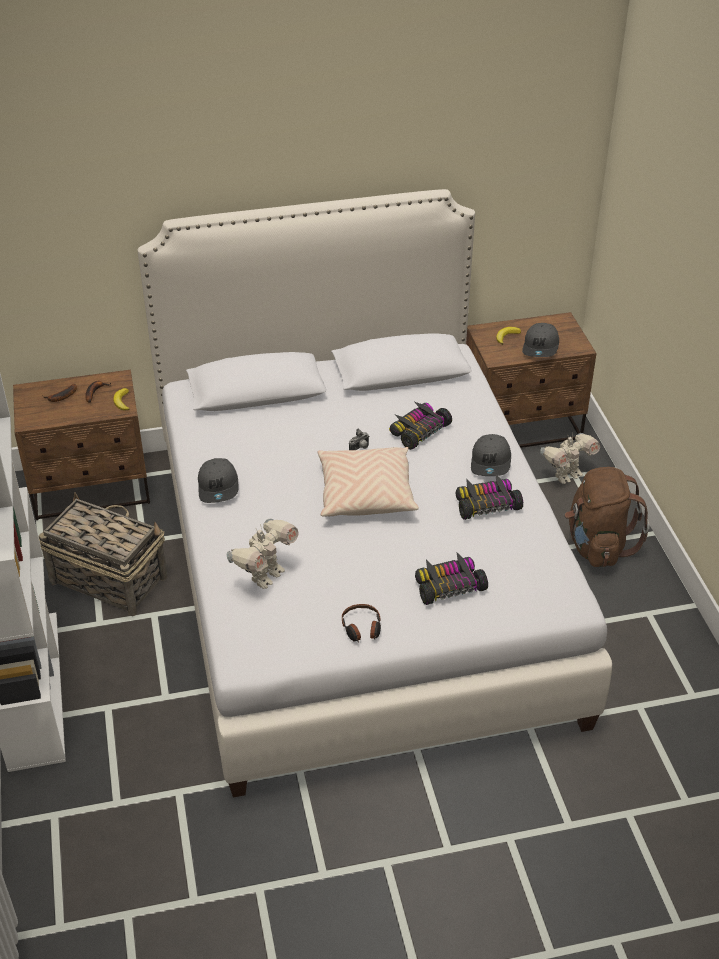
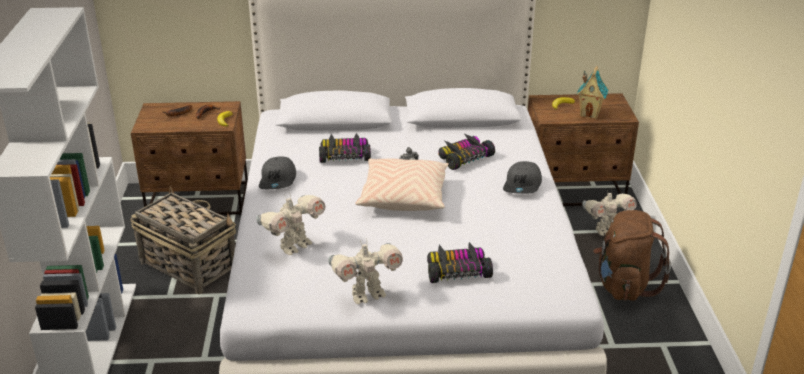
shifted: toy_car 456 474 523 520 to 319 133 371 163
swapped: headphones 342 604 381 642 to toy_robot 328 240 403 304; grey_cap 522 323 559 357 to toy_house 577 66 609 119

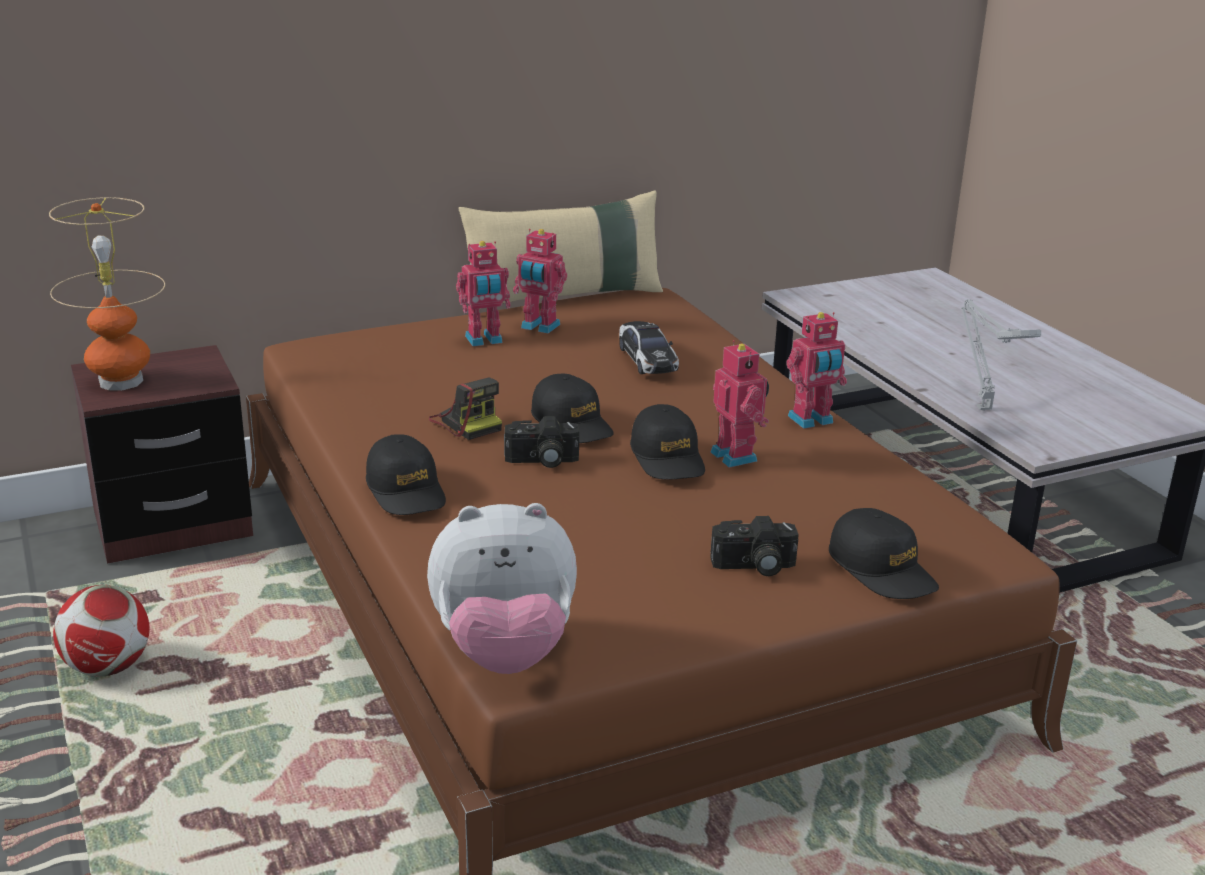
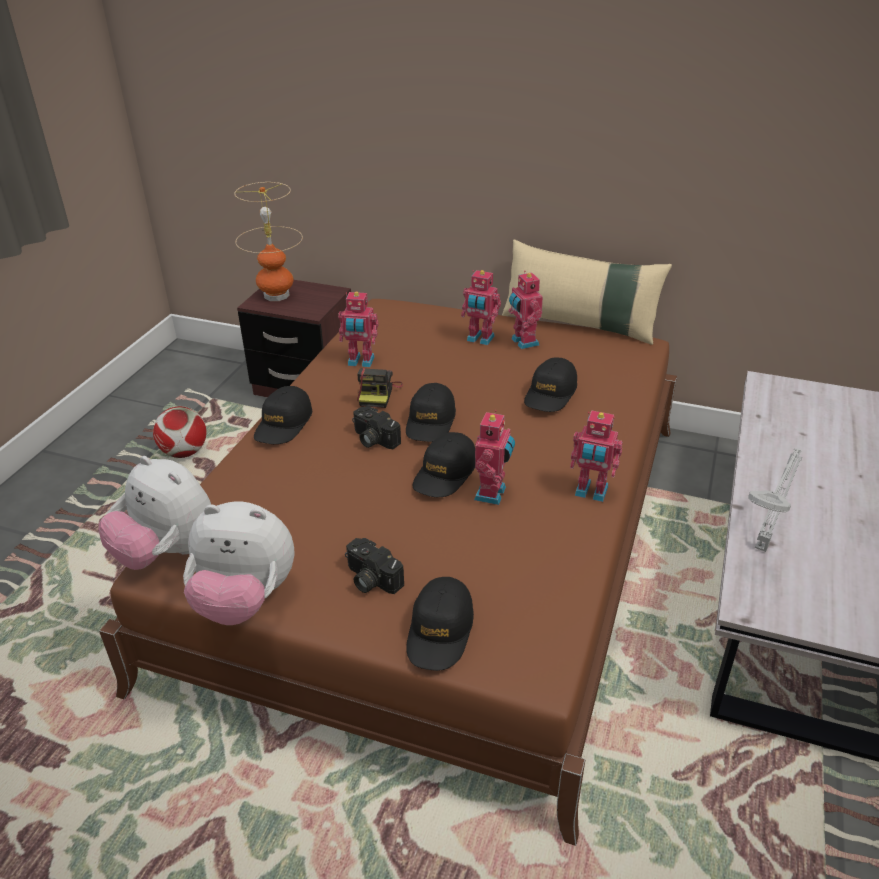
new: plush_toy 183 502 295 625; toy_robot 338 292 379 367
swapped: toy_car 619 321 679 374 to black_cap 524 357 577 412

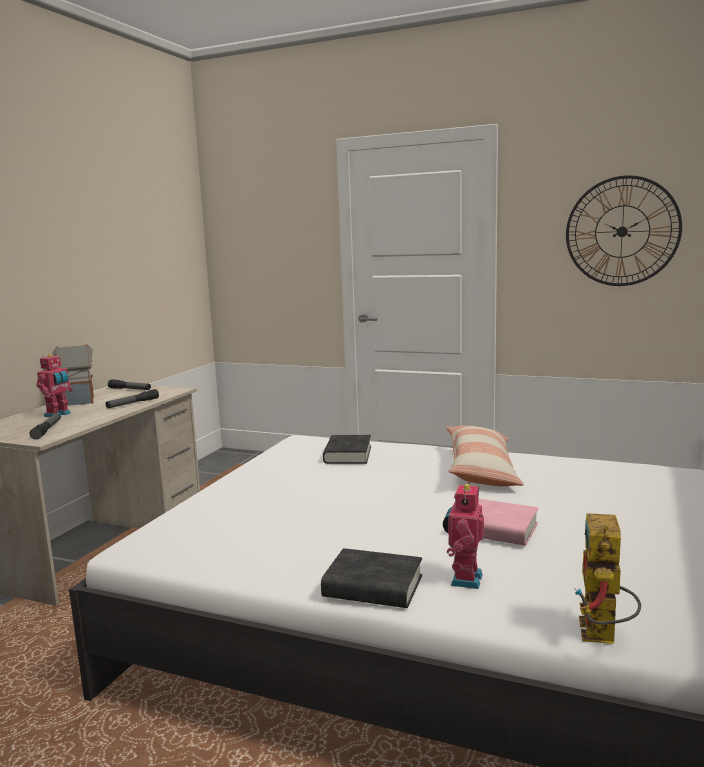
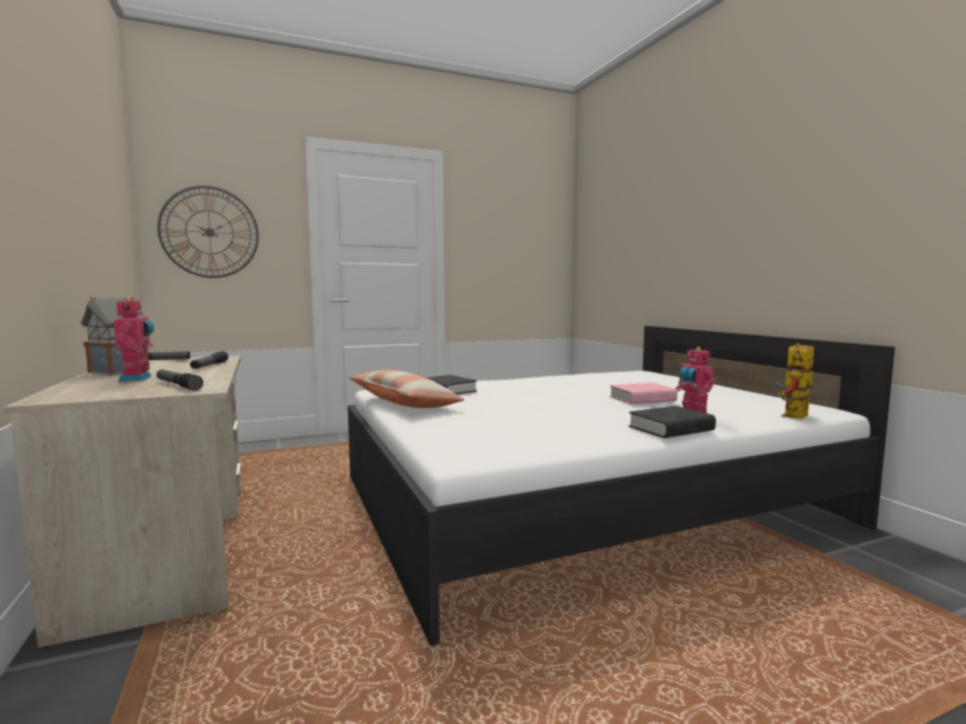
shifted: wall_clock 566 175 682 286 to 157 186 259 278; pillow 446 425 524 486 to 349 370 464 408
rotated: toy_robot 575 513 641 644 = 777 343 817 419 75 degrees clockwise

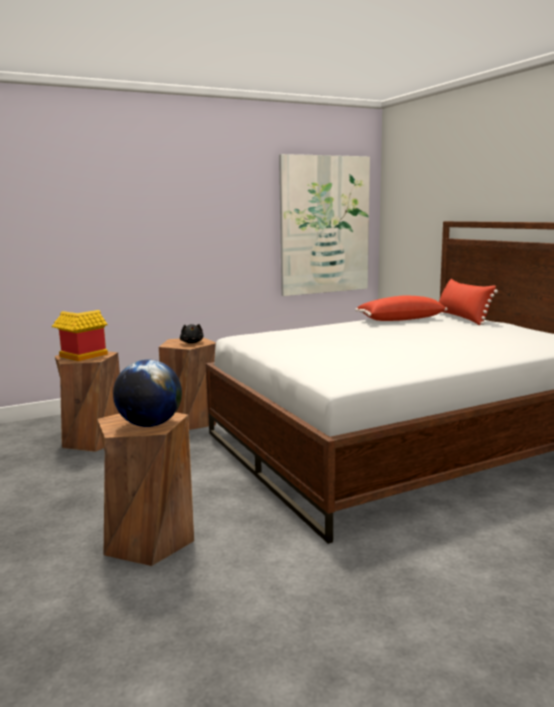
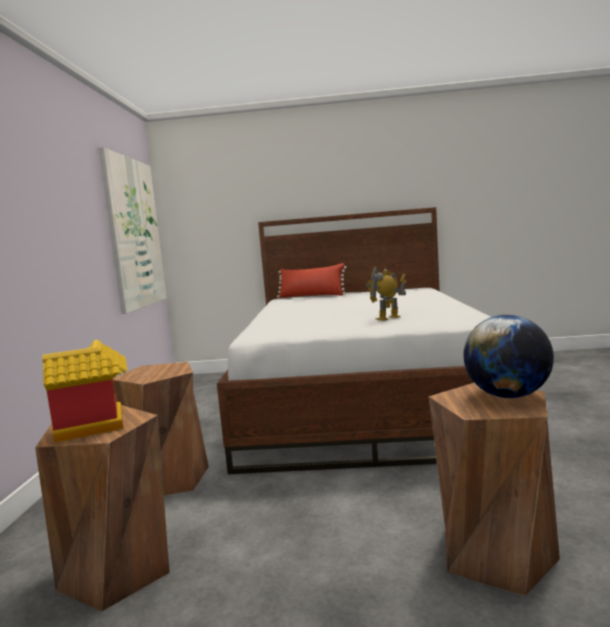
gone: black_plush_toy 180 324 204 344; red_pillow 355 296 447 321
new: toy_robot 366 267 407 321

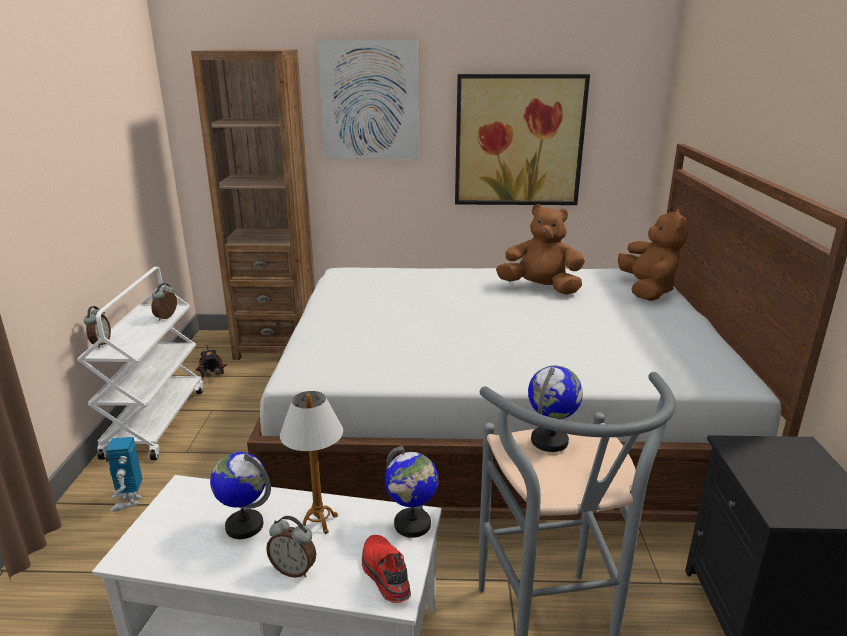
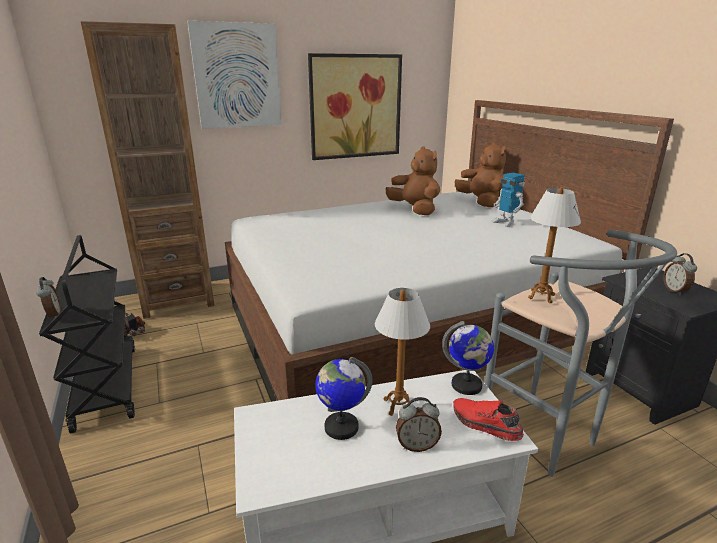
shifted: toy_robot 105 437 142 512 to 492 173 525 227; alarm_clock 151 283 177 321 to 663 253 697 295
swapped: globe 528 365 583 452 to table_lamp 528 187 581 303
repainted: white_cart 77 267 203 460 to black_cart 39 235 135 434
rotated: brown_plush_toy 496 204 585 295 = 386 146 440 215 60 degrees clockwise

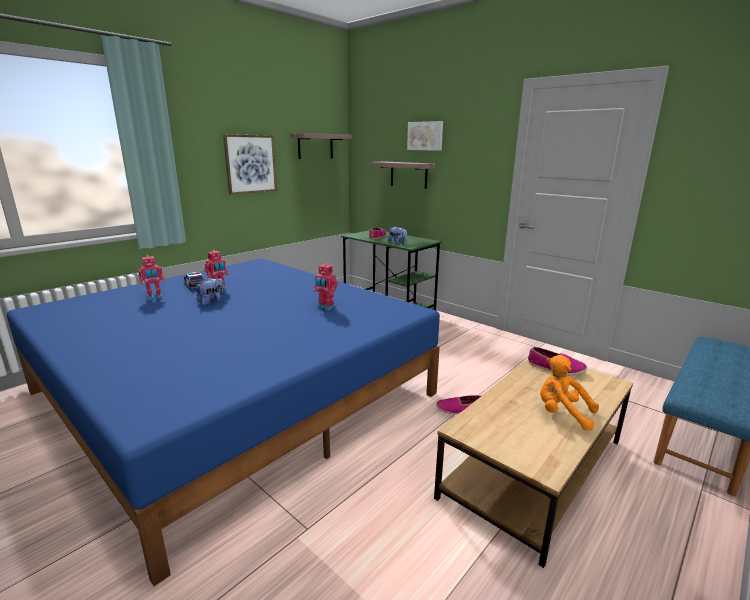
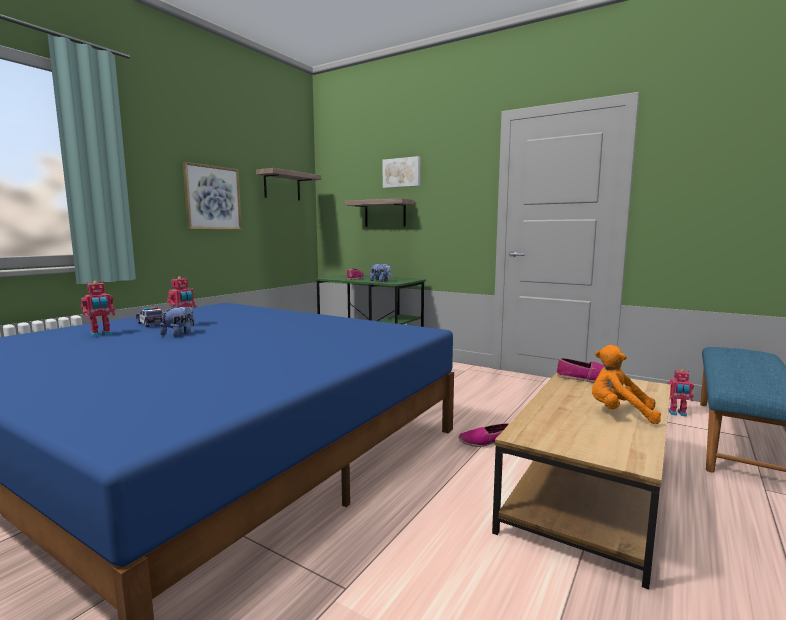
shifted: toy_robot 313 263 338 310 to 668 370 694 417

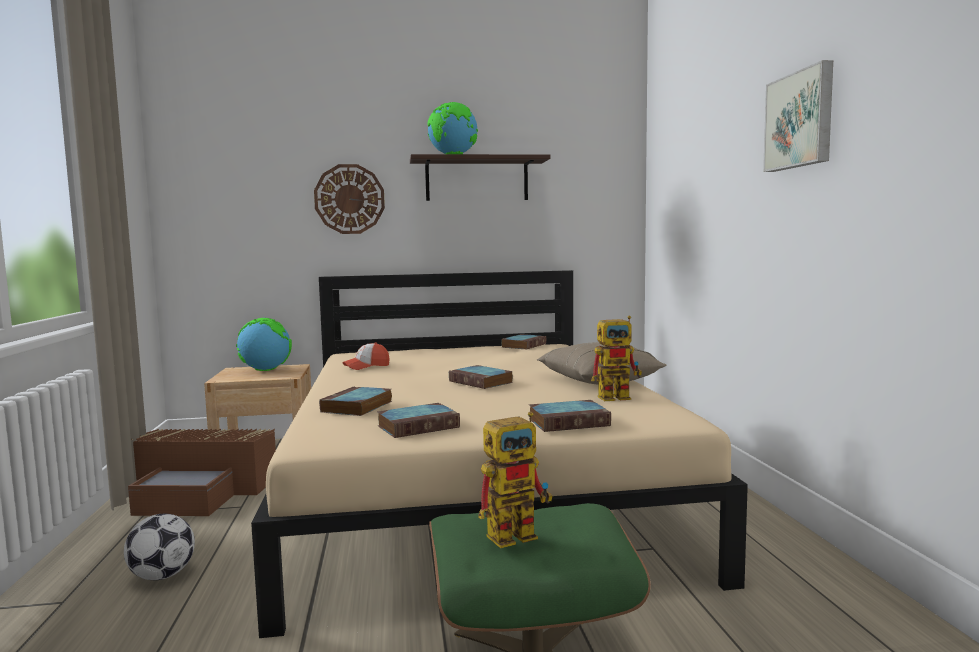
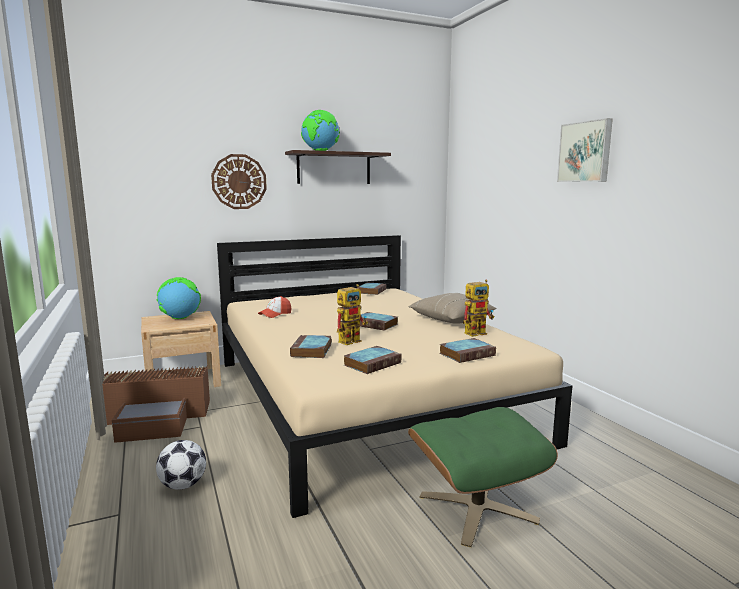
shifted: toy_robot 479 412 552 548 to 337 284 368 345

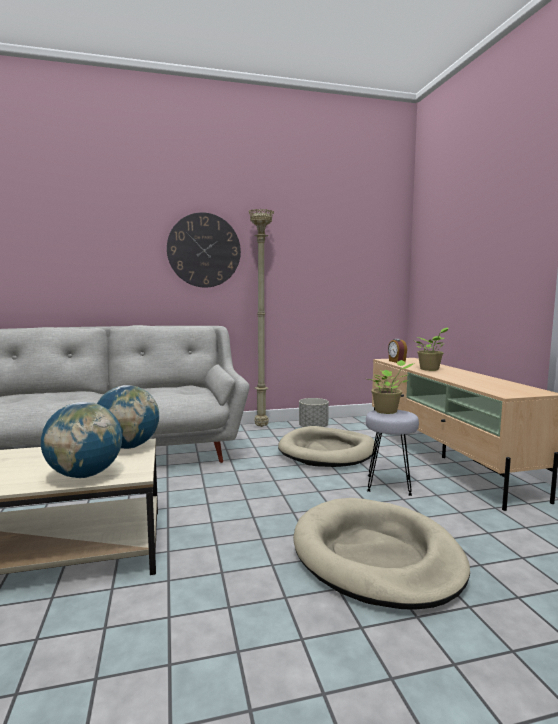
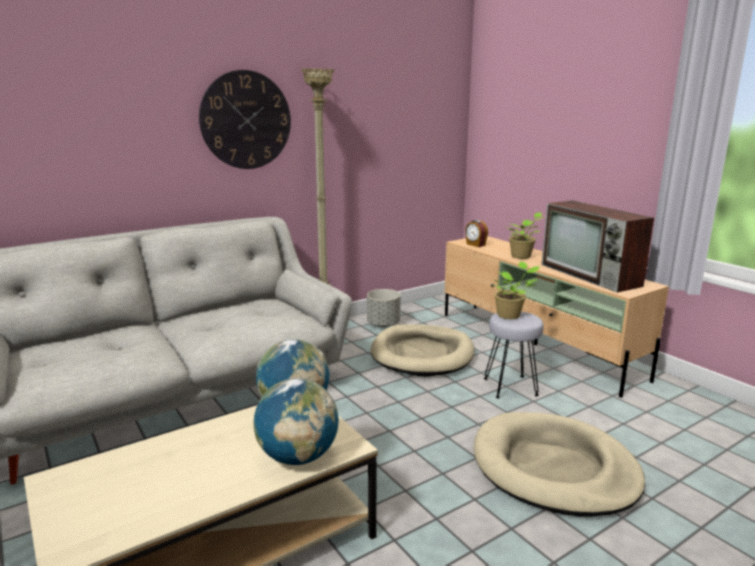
new: television 542 200 654 292

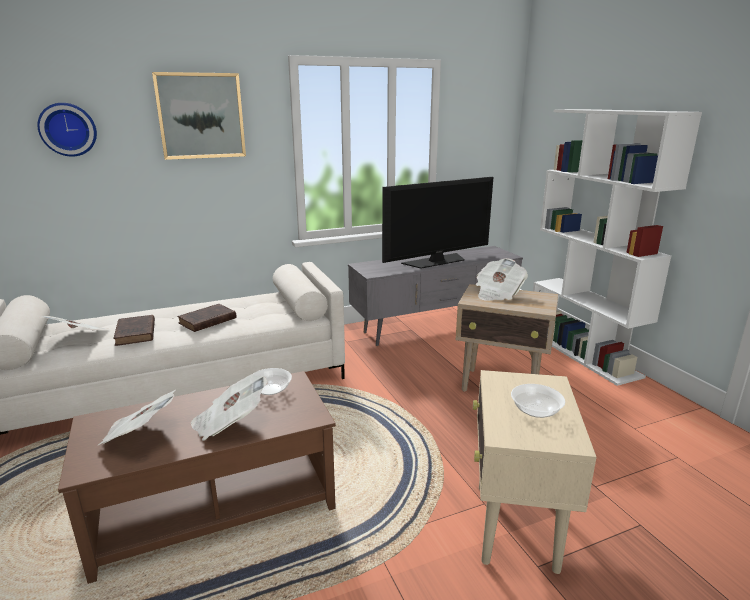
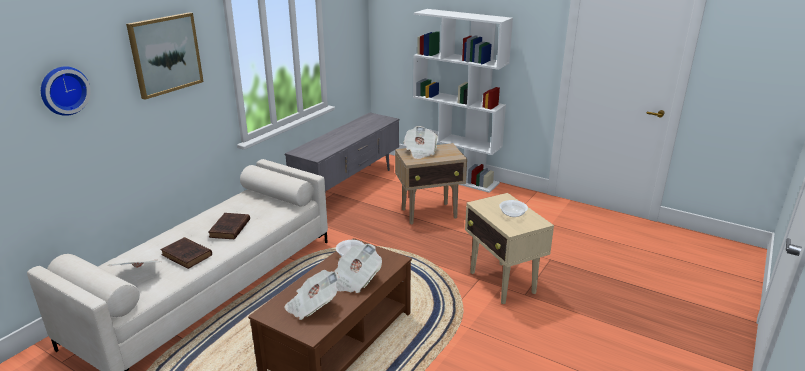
gone: television 382 177 493 268

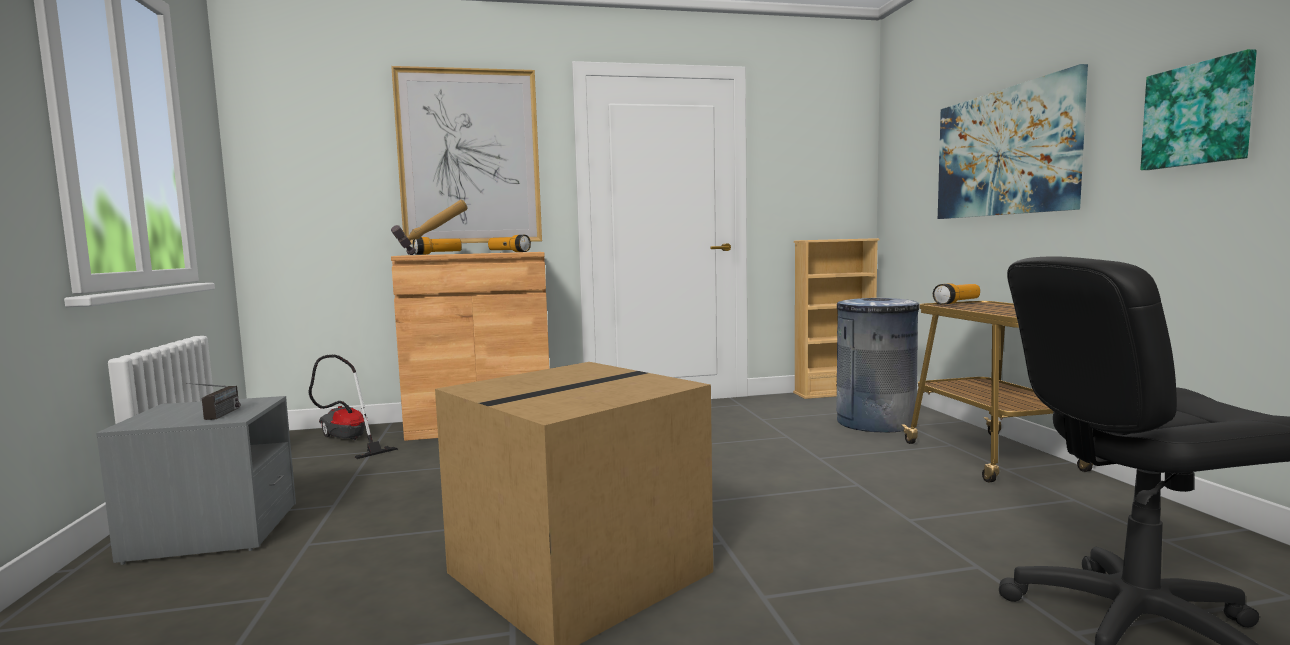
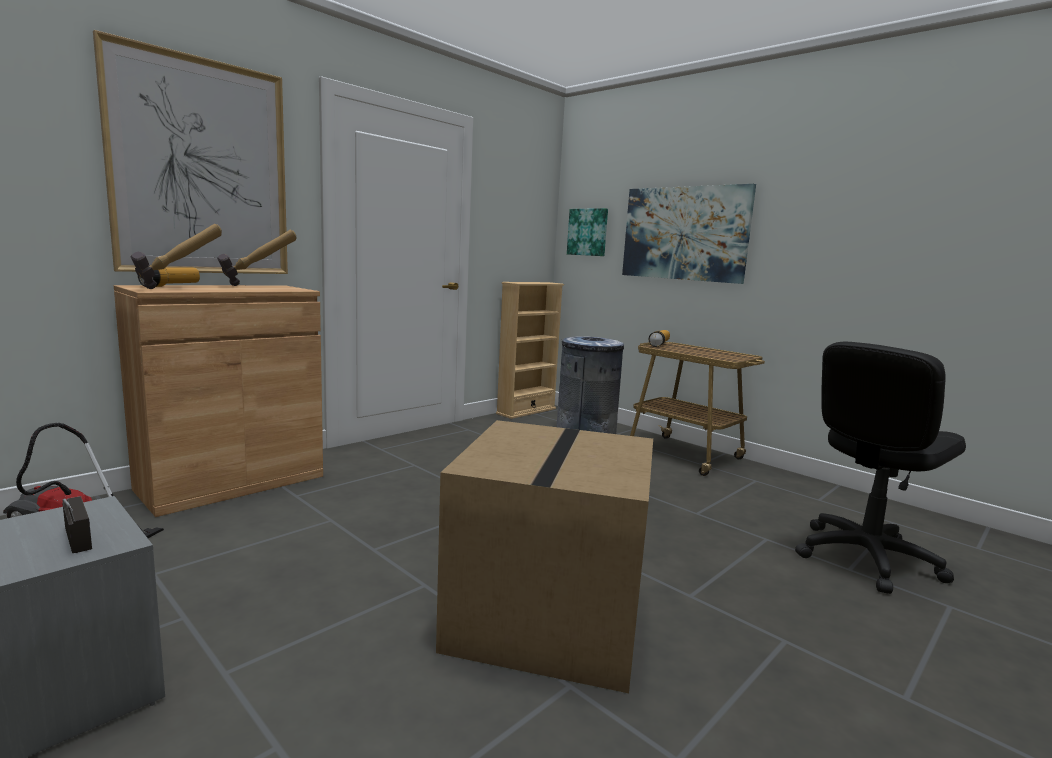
shifted: picture 1140 49 1257 170 to 567 208 608 256
swapped: flashlight 488 235 531 252 to hammer 217 230 297 286

